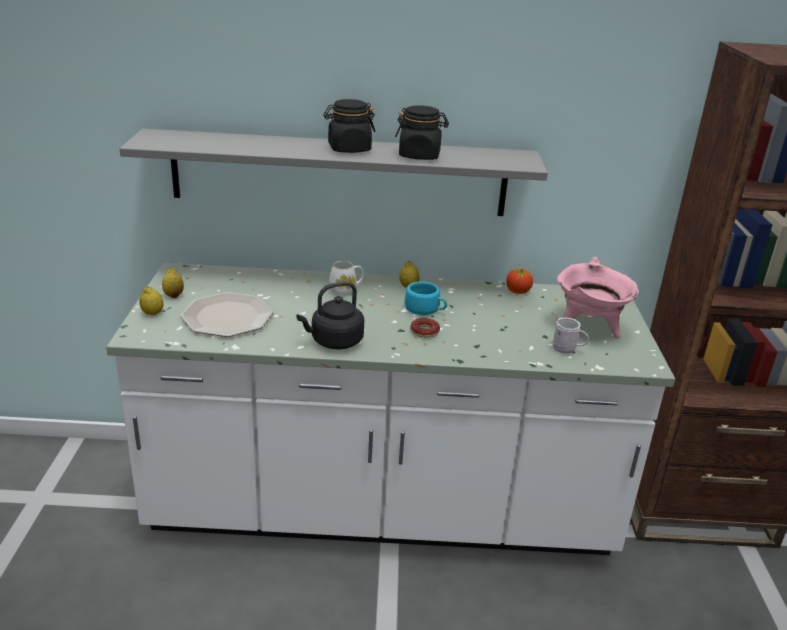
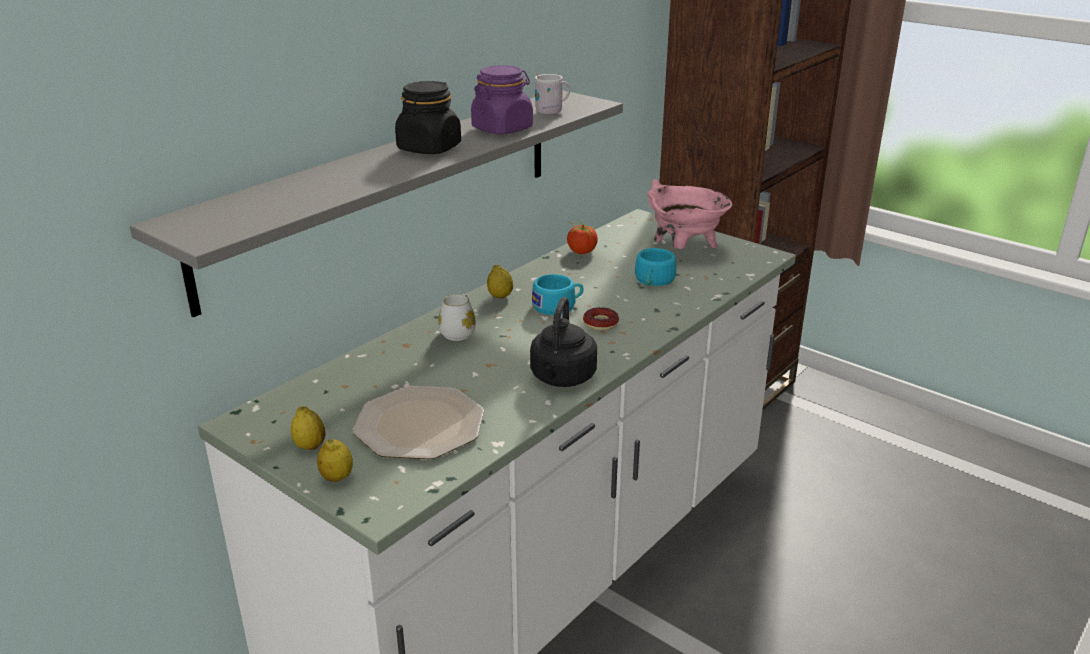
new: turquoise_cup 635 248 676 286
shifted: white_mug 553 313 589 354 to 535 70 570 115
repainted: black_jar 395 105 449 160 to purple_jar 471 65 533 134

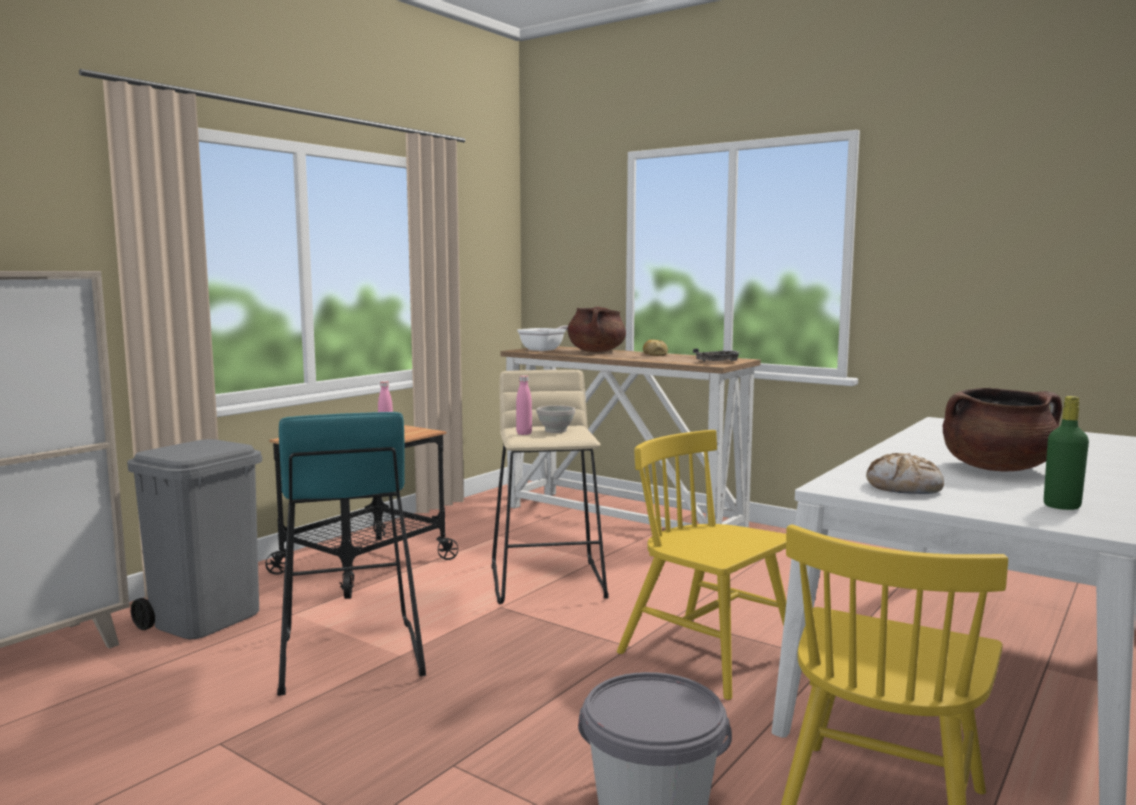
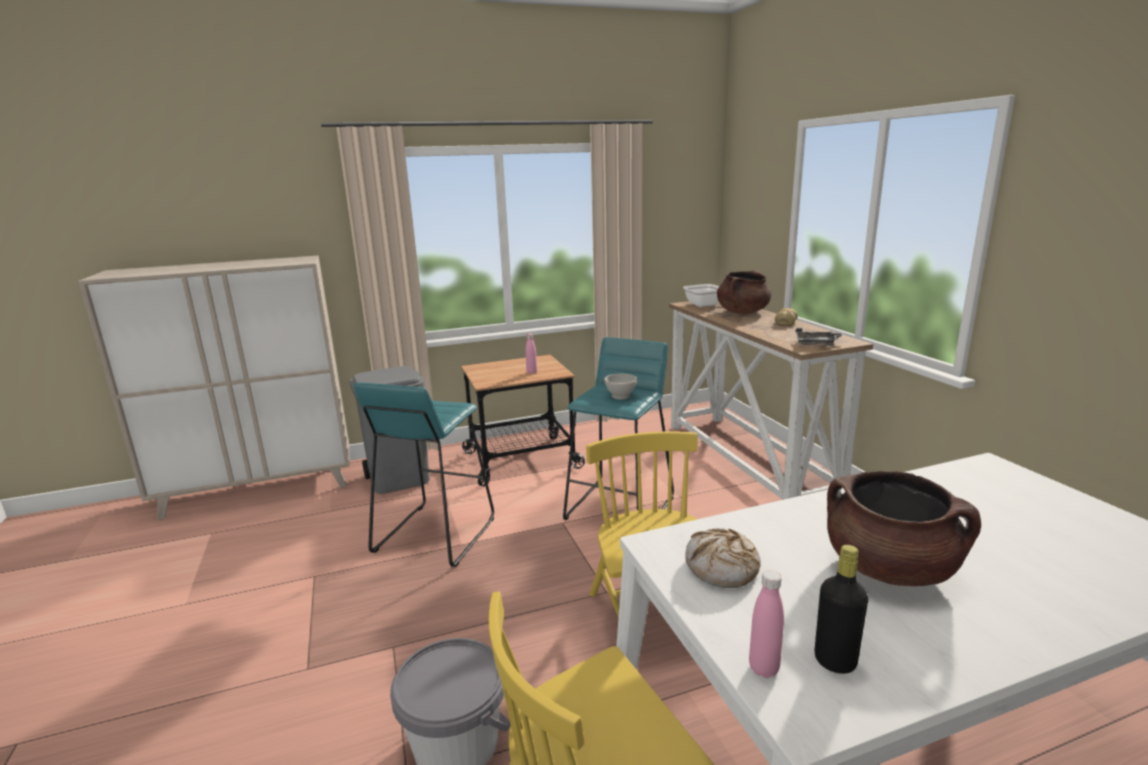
shifted: pink_bottle 516 375 532 435 to 749 570 784 678
repainted: beige_stool 492 370 609 604 to turquoise_stool 563 337 674 520; green_bottle 1044 396 1089 510 to black_bottle 814 545 868 674

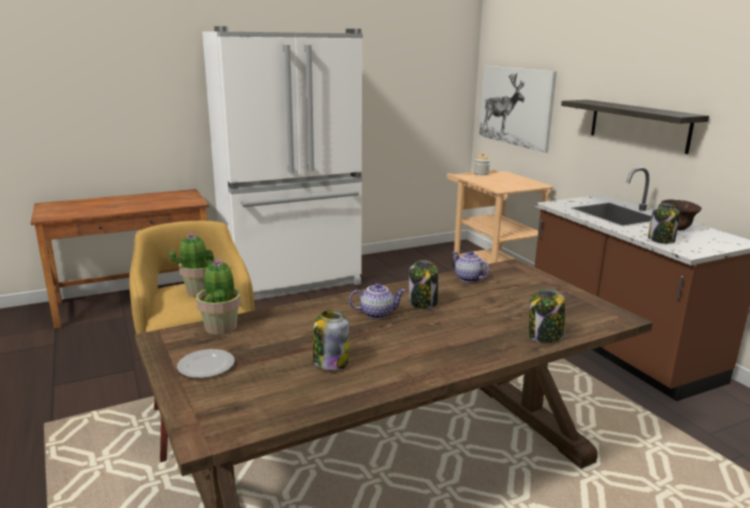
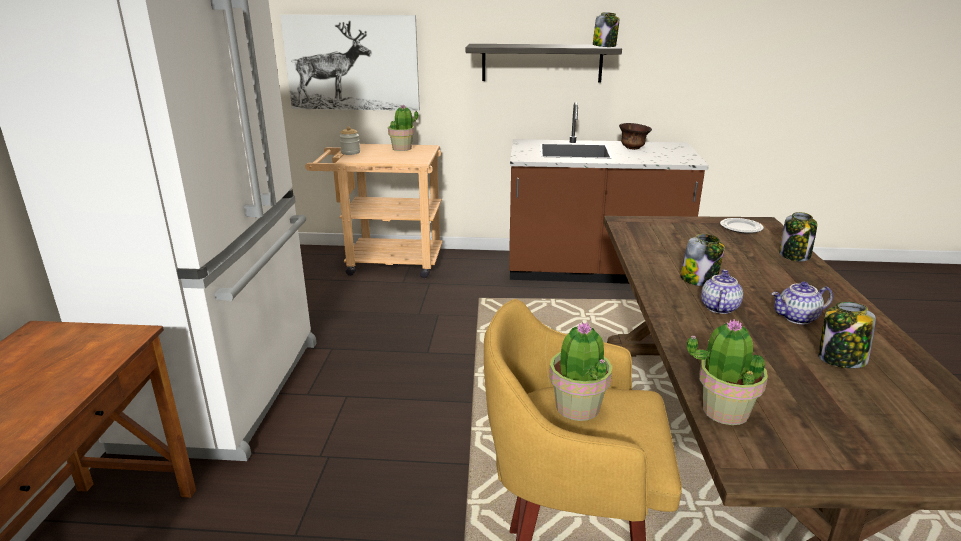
new: potted_plant 388 104 418 151
shifted: jar 648 203 680 244 to 593 12 619 47; plate 177 349 235 378 to 720 218 764 233; teapot 452 251 490 282 to 771 282 833 324

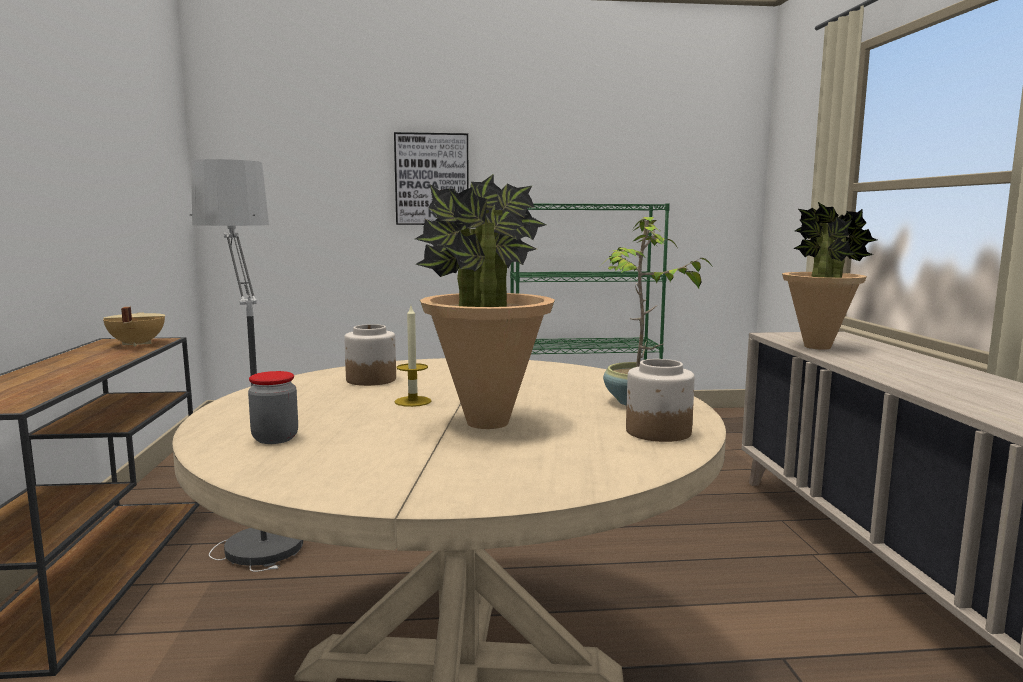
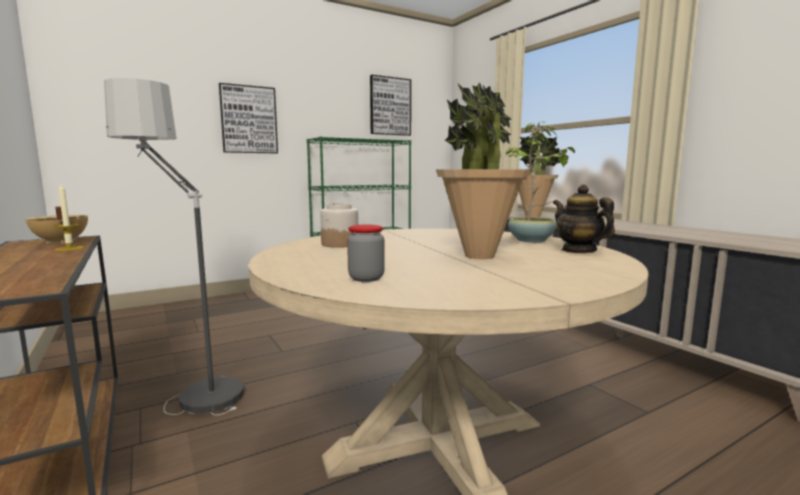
new: picture 370 75 411 136
shifted: candle 395 306 431 407 to 54 184 85 251
swapped: jar 626 359 695 442 to teapot 553 185 615 253

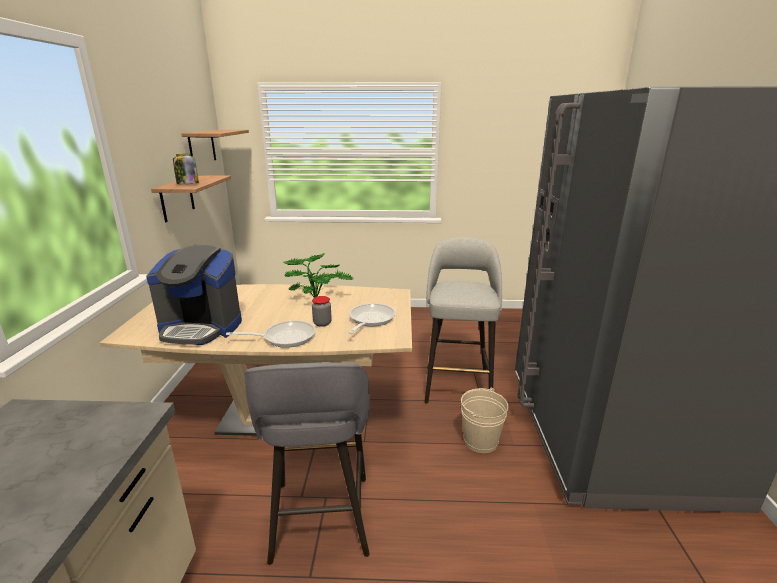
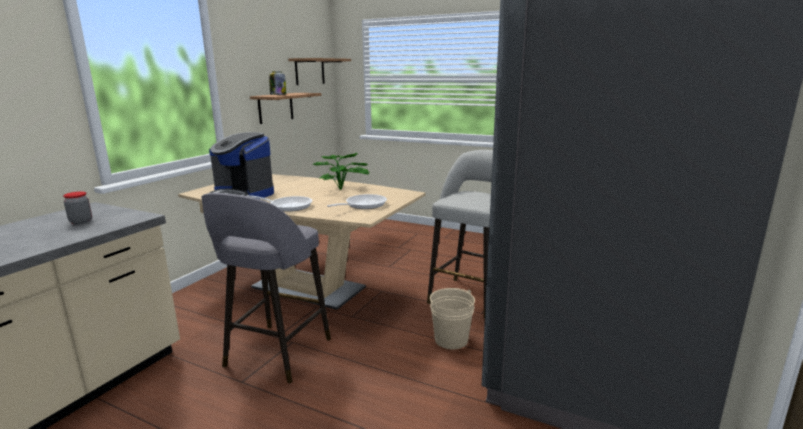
shifted: jar 312 296 332 327 to 63 191 92 224

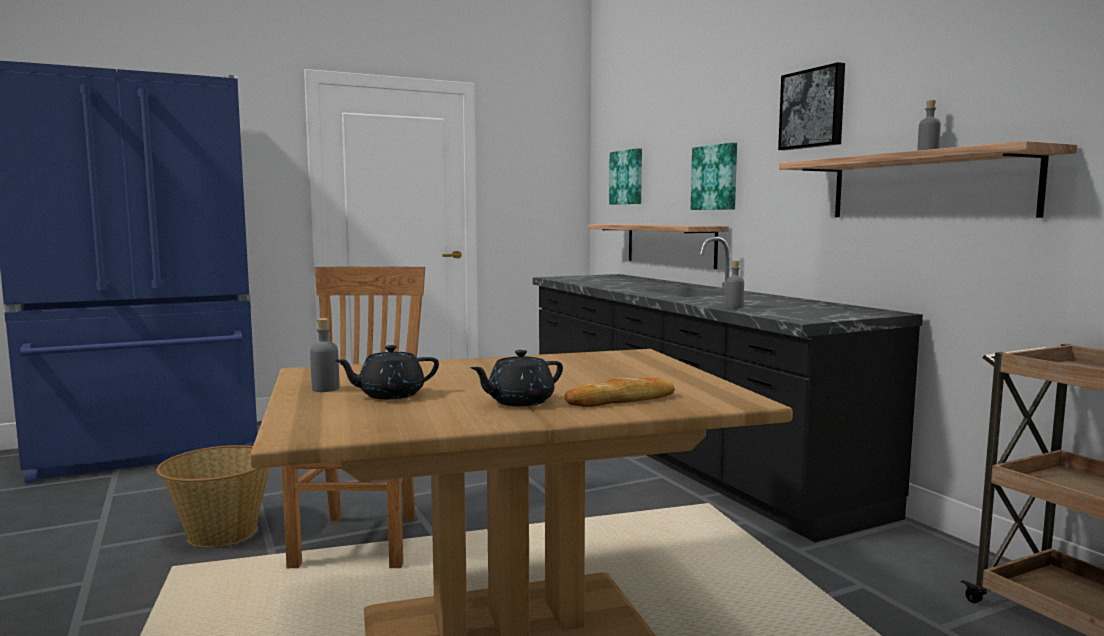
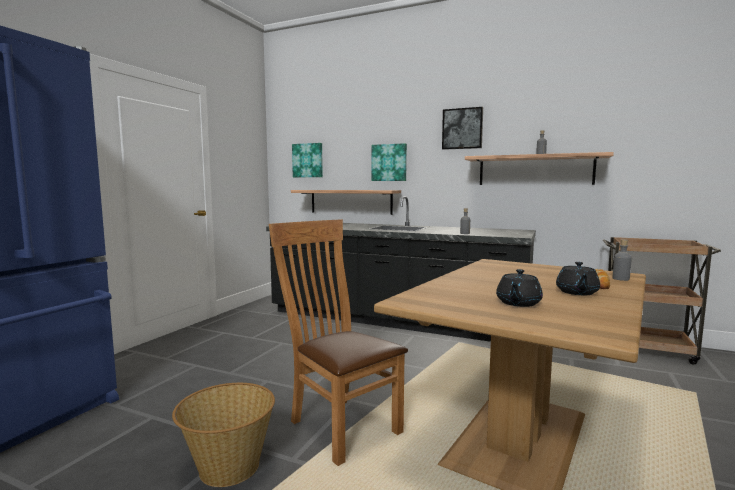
shifted: grey_bottle 310 318 340 392 to 613 239 632 281

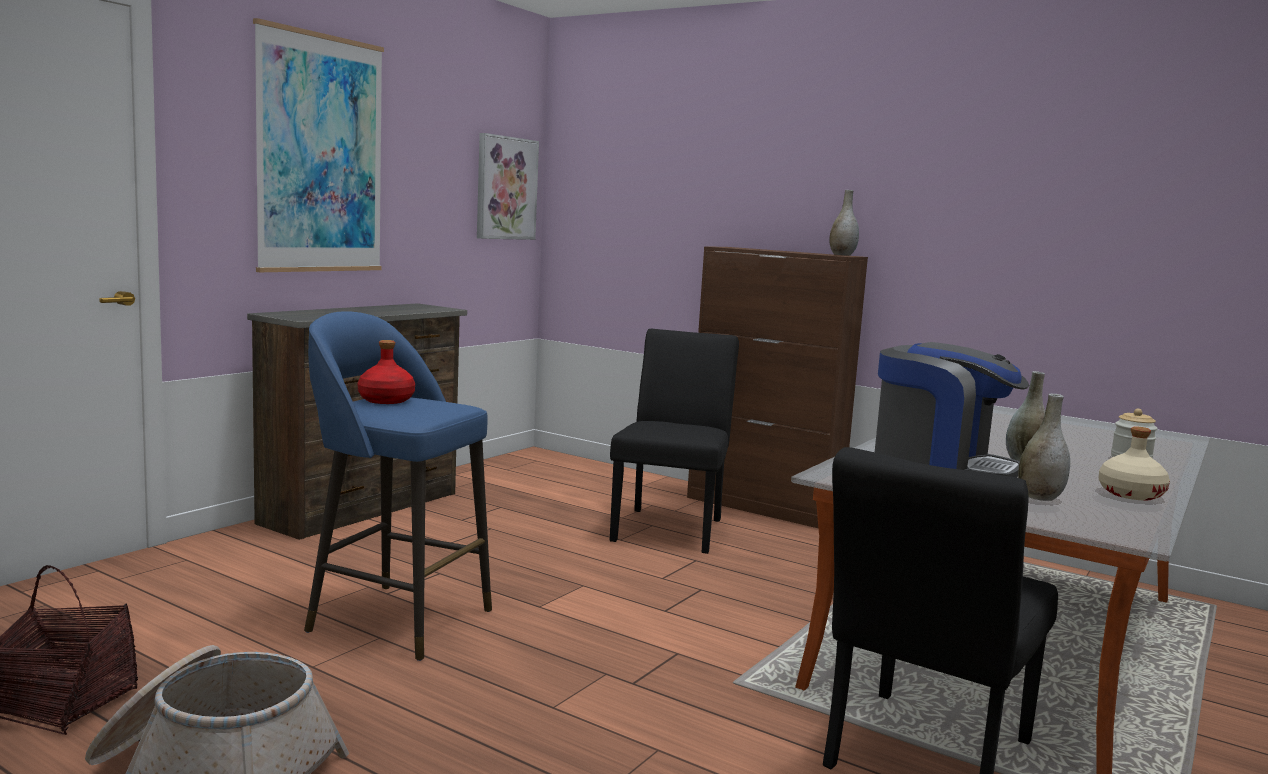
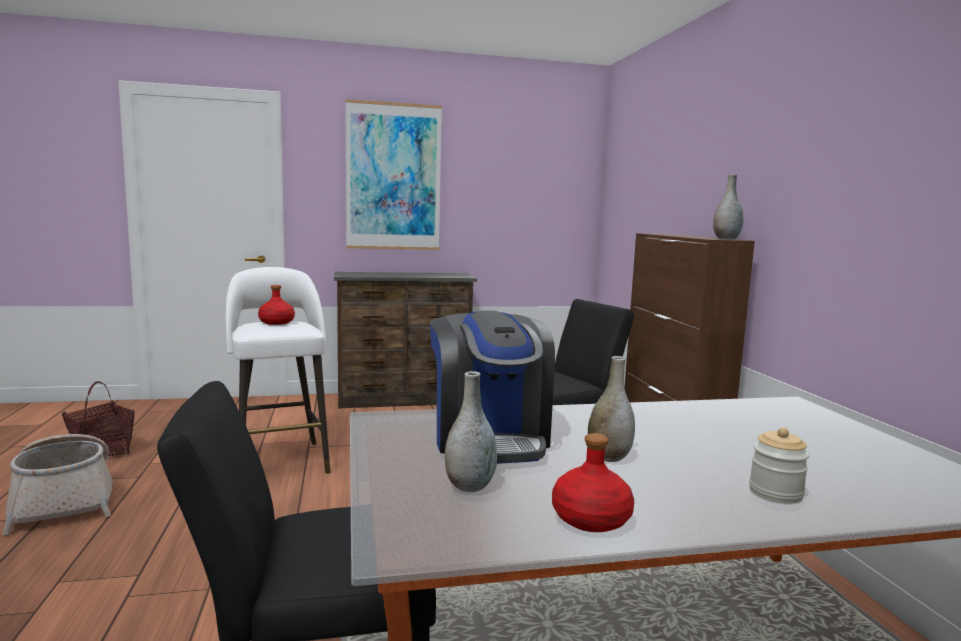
gone: picture 477 133 539 240
repainted: blue_stool 304 311 492 661 to white_stool 226 267 330 474; beige_bottle 1099 426 1170 500 to red_bottle 552 433 634 532

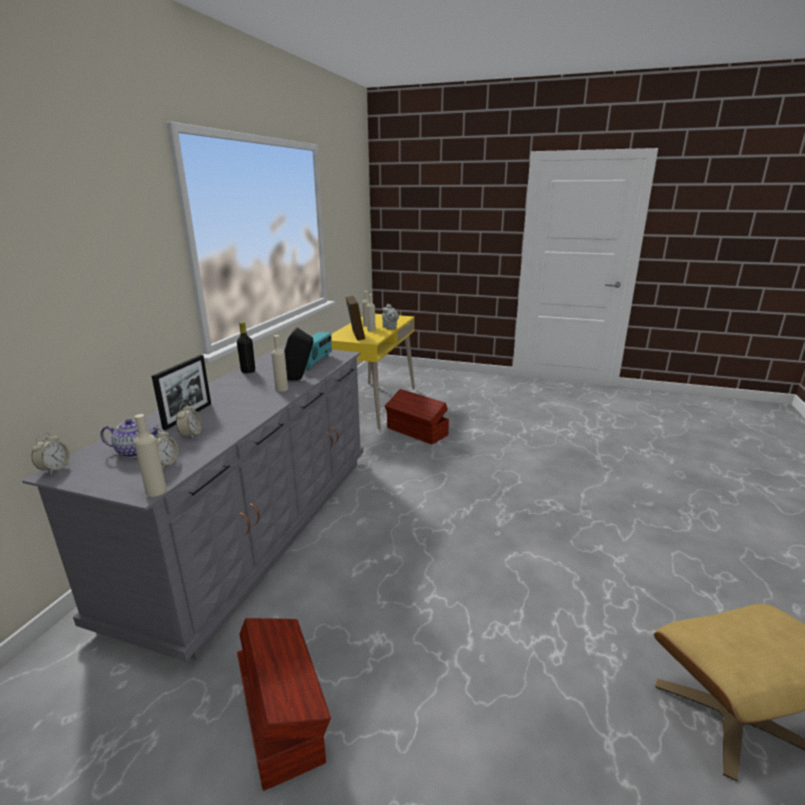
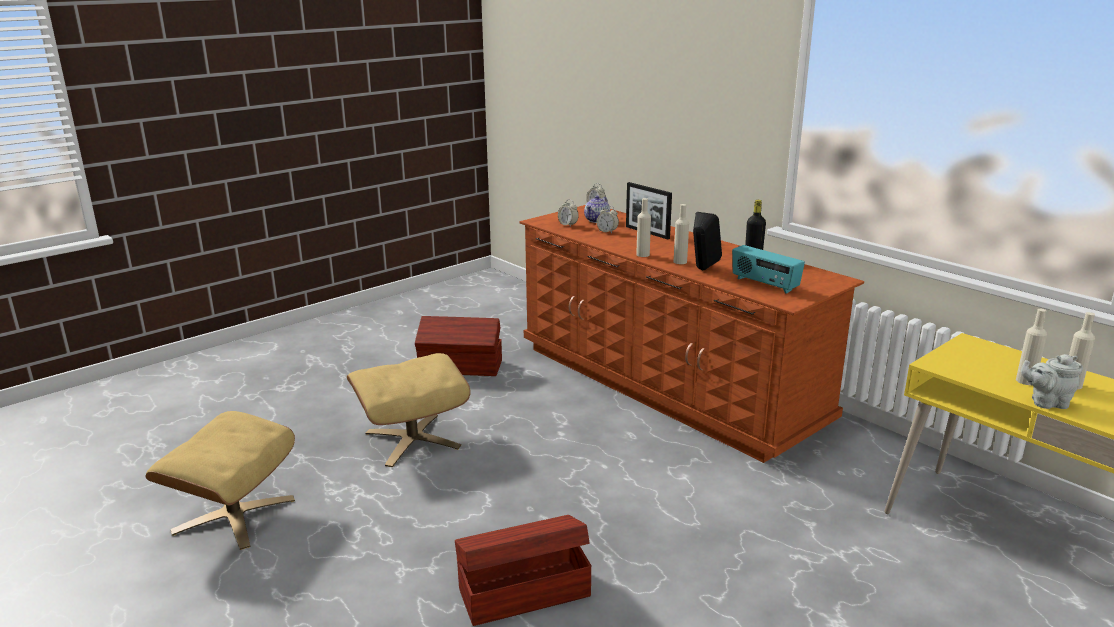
gone: picture_frame 346 296 365 341
new: beige_ottoman 347 353 471 467
shifted: brown_storage_box 385 389 449 444 to 455 515 592 626; beige_bottle 134 414 167 497 to 636 198 651 257
repainted: grey_dresser 22 345 363 662 to brown_dresser 519 205 864 463

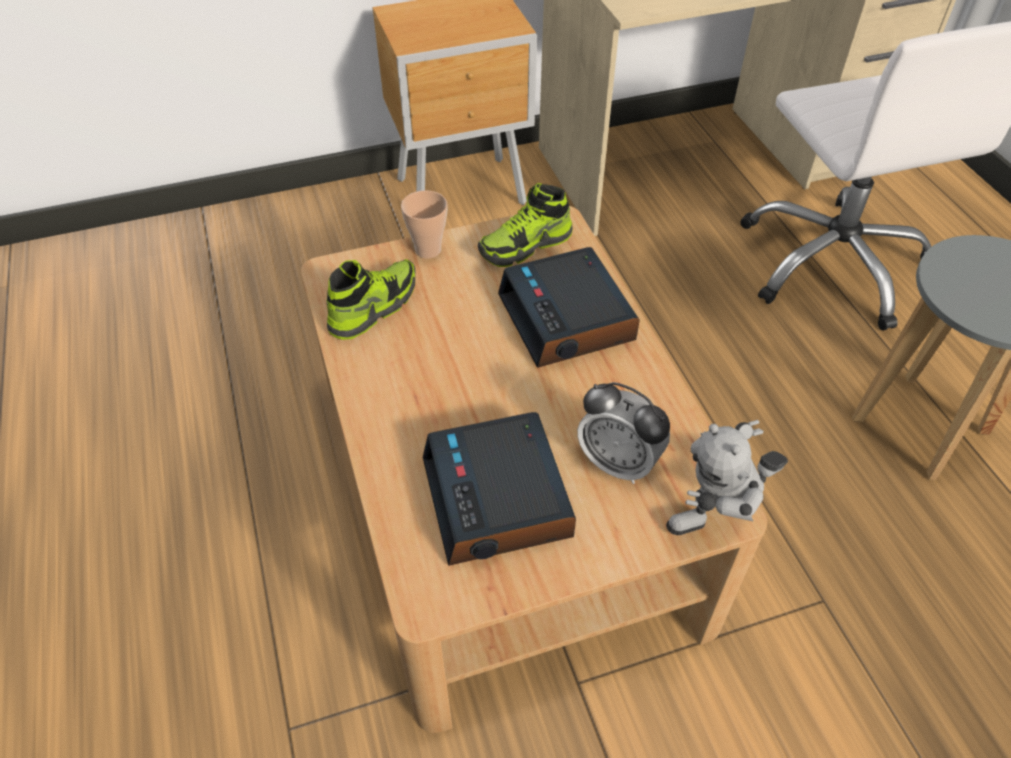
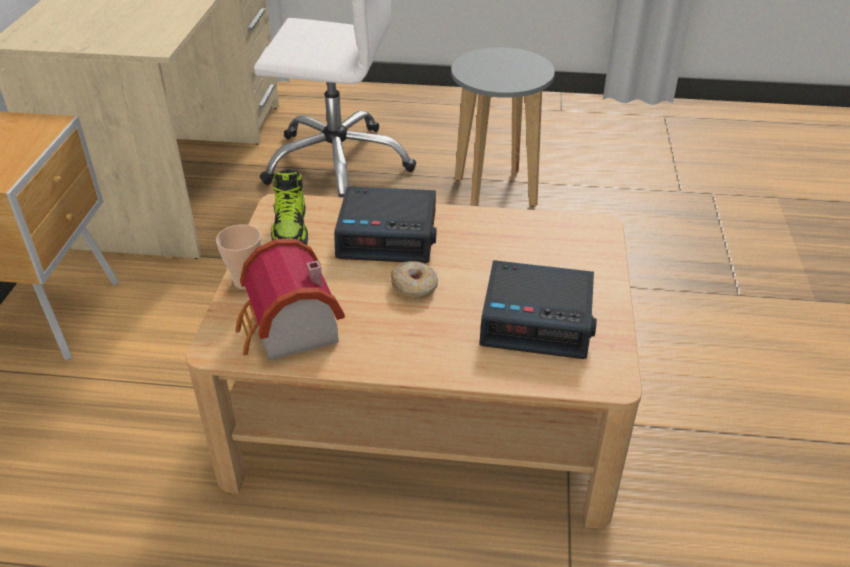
gone: alarm_clock 577 382 670 484; toy_robot 666 420 788 535
new: donut 390 261 438 299
swapped: shoe 326 259 415 340 to toy_house 235 239 345 360

